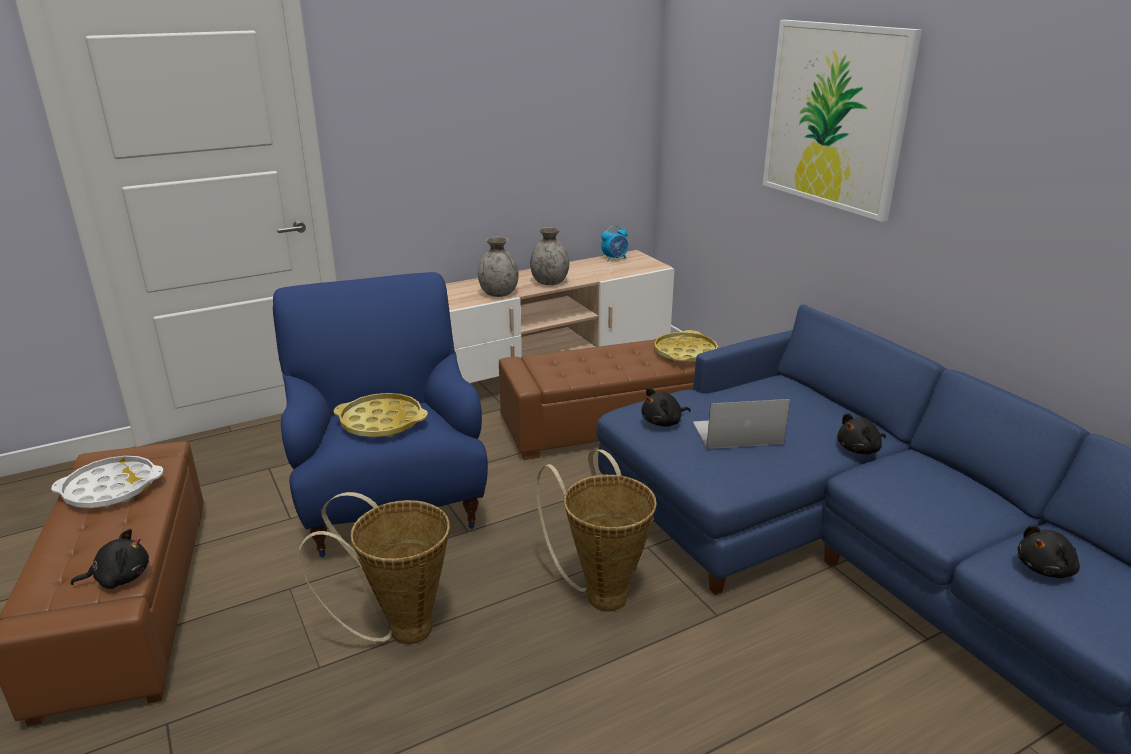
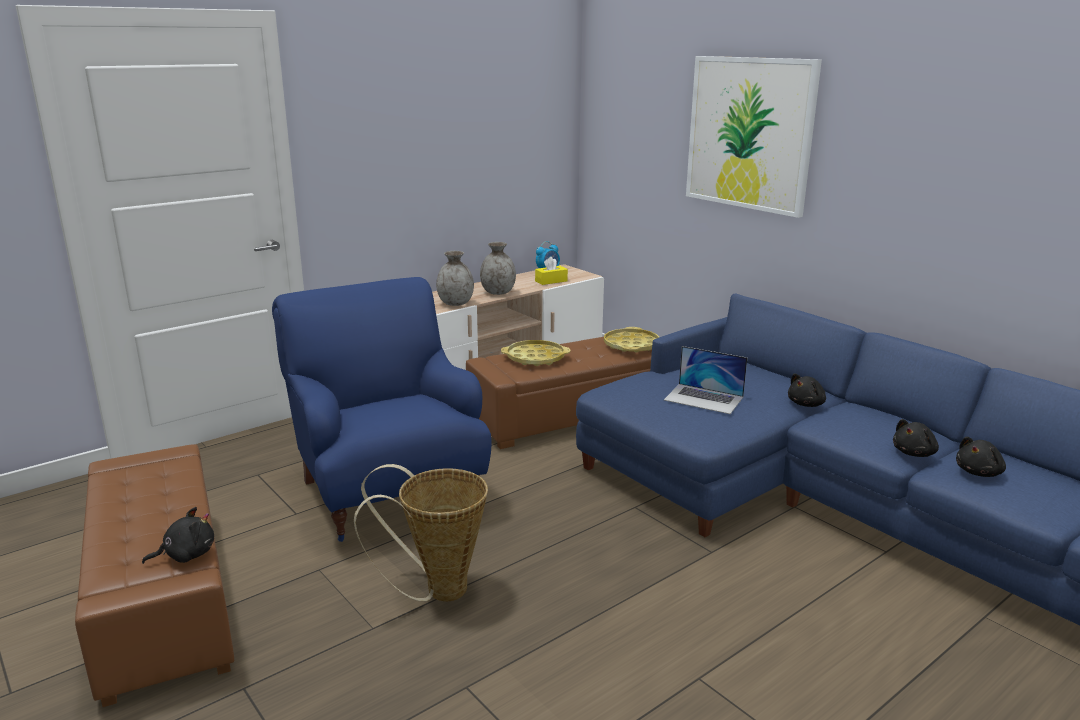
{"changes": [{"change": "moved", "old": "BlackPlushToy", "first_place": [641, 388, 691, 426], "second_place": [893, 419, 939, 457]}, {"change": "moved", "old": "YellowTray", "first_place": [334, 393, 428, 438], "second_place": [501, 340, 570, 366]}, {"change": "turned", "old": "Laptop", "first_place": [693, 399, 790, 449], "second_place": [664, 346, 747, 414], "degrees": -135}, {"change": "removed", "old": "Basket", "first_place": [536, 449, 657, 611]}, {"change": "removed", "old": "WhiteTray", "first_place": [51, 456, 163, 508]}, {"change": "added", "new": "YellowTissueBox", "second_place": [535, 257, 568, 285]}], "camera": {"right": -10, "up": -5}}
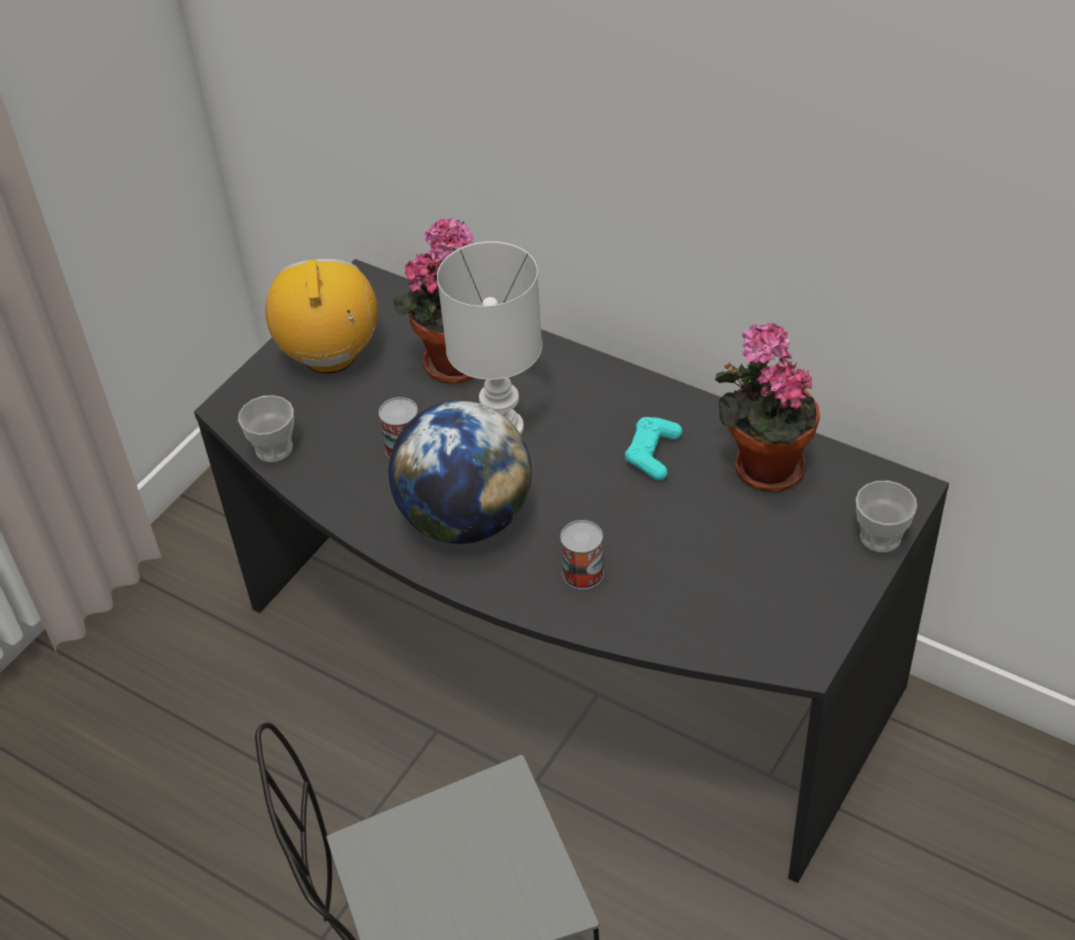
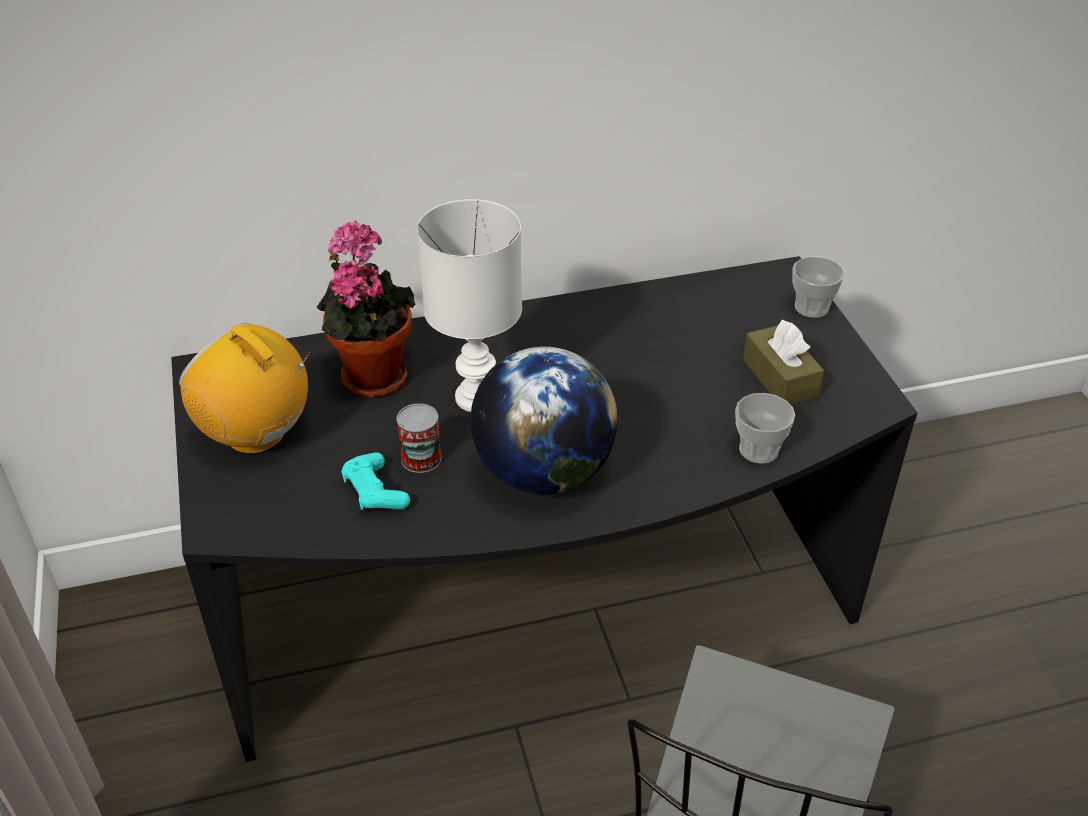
{"changes": [{"change": "removed", "old": "PottedPlant", "first_place": [715, 323, 820, 492]}, {"change": "moved", "old": "Cup", "first_place": [238, 395, 294, 462], "second_place": [735, 393, 795, 463]}, {"change": "moved", "old": "TurquoiseGameController", "first_place": [625, 417, 682, 480], "second_place": [342, 452, 410, 510]}, {"change": "removed", "old": "Can", "first_place": [560, 520, 604, 590]}, {"change": "added", "new": "BrownTissueBox", "second_place": [743, 320, 824, 405]}], "camera": {"right": -50, "up": -5}}
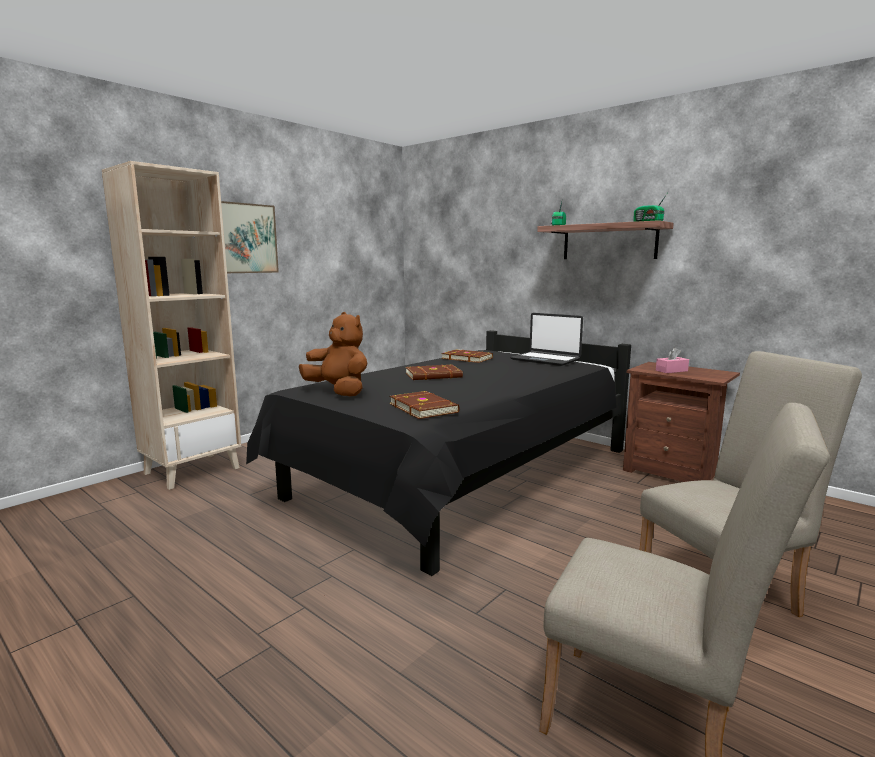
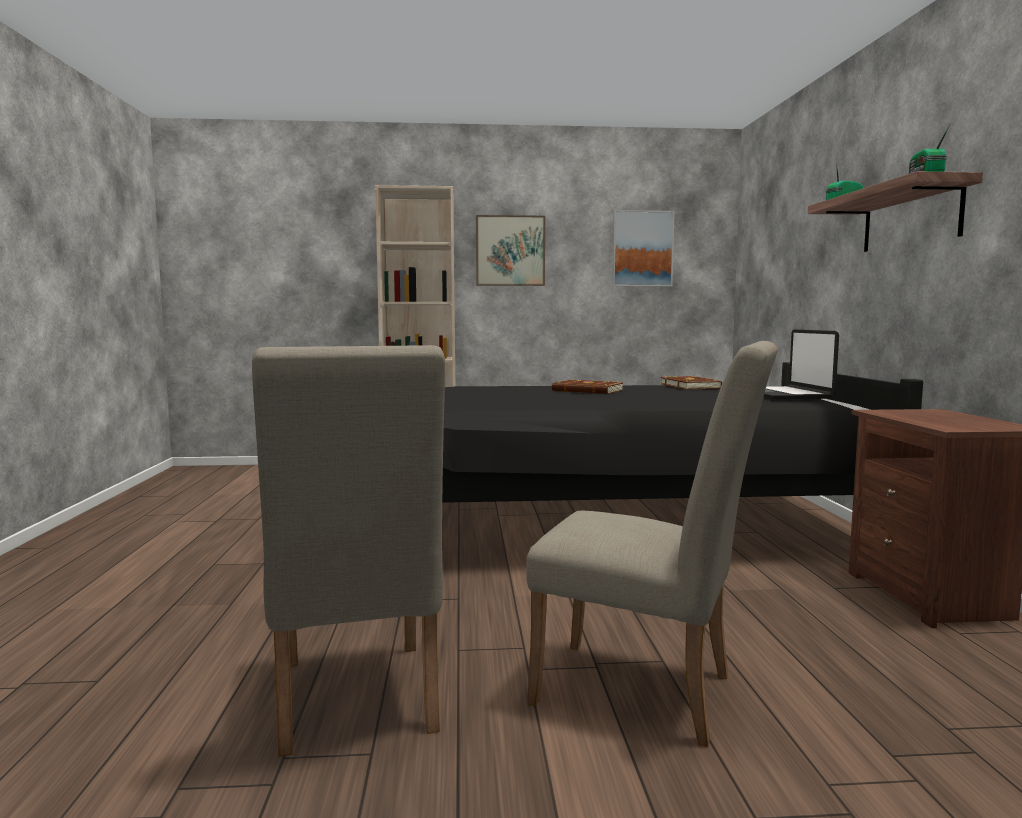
{"changes": [{"change": "removed", "old": "BrownPlushToy", "first_place": [299, 312, 367, 396]}, {"change": "removed", "old": "PinkTissueBox", "first_place": [656, 348, 689, 373]}, {"change": "removed", "old": "BrownBook", "first_place": [389, 391, 460, 419]}, {"change": "added", "new": "Picture", "second_place": [612, 210, 675, 286]}], "camera": {"right": 45, "up": -5}}
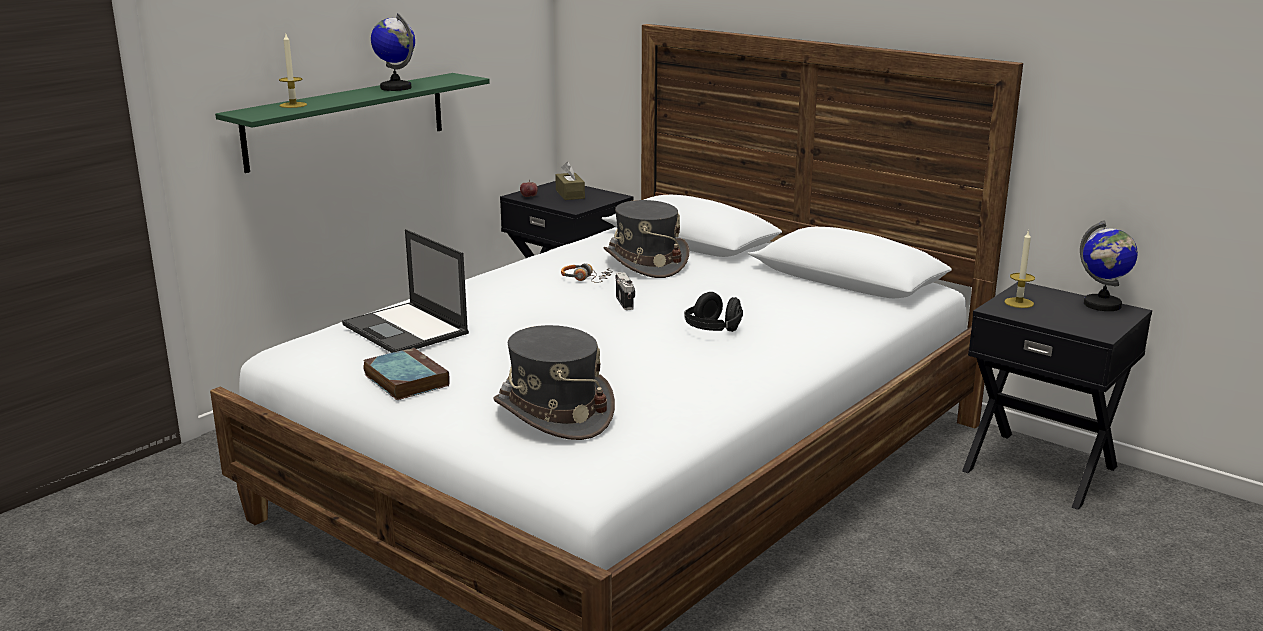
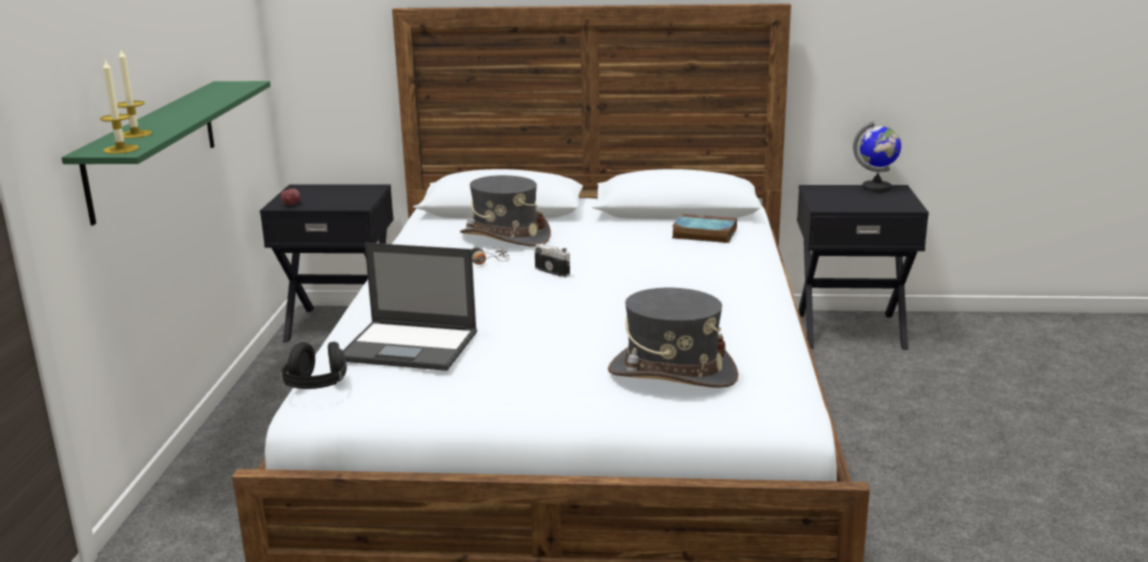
{"changes": [{"change": "removed", "old": "Globe", "first_place": [371, 13, 415, 91]}, {"change": "removed", "old": "BrownTissueBox", "first_place": [555, 162, 585, 200]}, {"change": "moved", "old": "Candle", "first_place": [1005, 230, 1035, 308], "second_place": [100, 59, 139, 154]}, {"change": "moved", "old": "BlackHeadphones", "first_place": [684, 292, 743, 332], "second_place": [281, 342, 347, 389]}, {"change": "moved", "old": "Book", "first_place": [363, 347, 449, 400], "second_place": [672, 214, 737, 243]}], "camera": {"right": -35, "up": 0}}
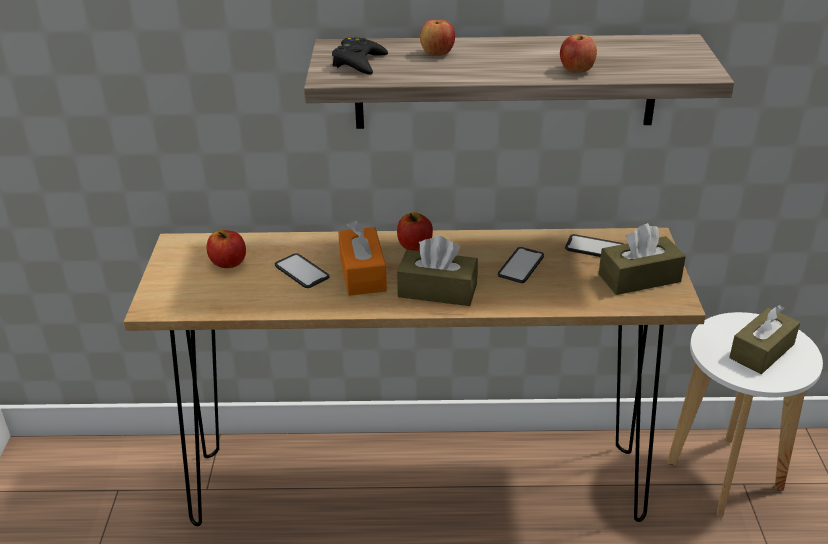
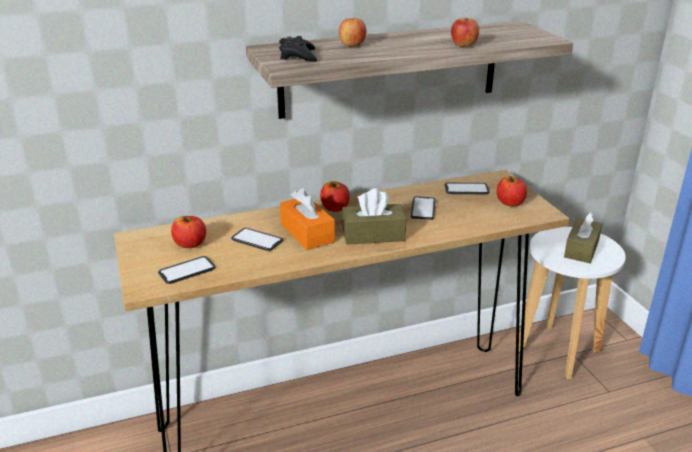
{"changes": [{"change": "replaced", "old": "BrownTissueBox", "new": "Apple", "first_place": [599, 223, 686, 295], "second_place": [497, 176, 527, 207]}, {"change": "added", "new": "Phone", "second_place": [158, 256, 216, 284]}], "camera": {"right": -20, "up": -5}}
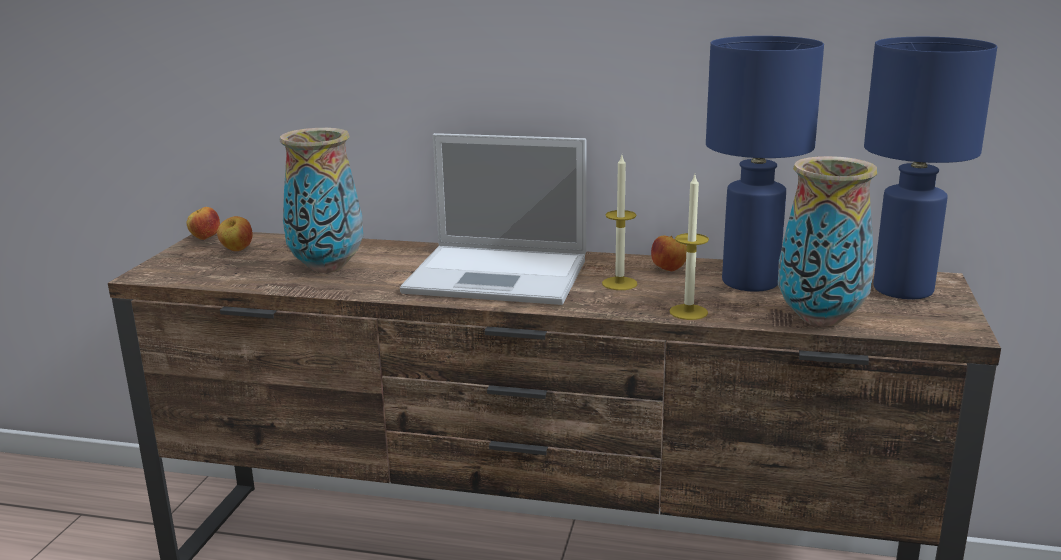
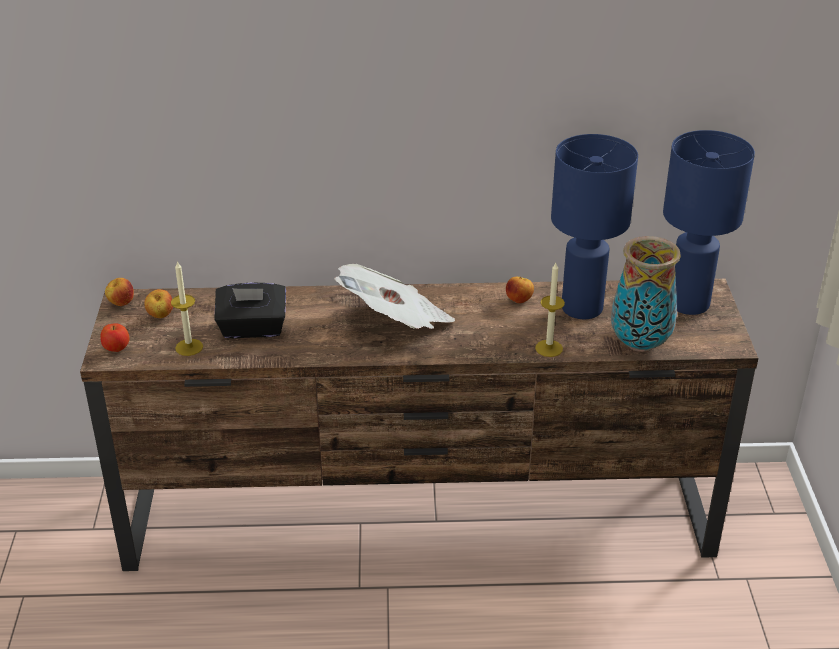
{"changes": [{"change": "replaced", "old": "Vase", "new": "BlackTissueBox", "first_place": [280, 128, 363, 273], "second_place": [214, 283, 286, 338]}, {"change": "replaced", "old": "Laptop", "new": "Newspaper", "first_place": [400, 133, 587, 305], "second_place": [334, 264, 455, 329]}, {"change": "moved", "old": "Candle", "first_place": [602, 155, 638, 290], "second_place": [171, 260, 203, 356]}, {"change": "added", "new": "Apple", "second_place": [100, 323, 130, 352]}], "camera": {"right": -15, "up": 15}}
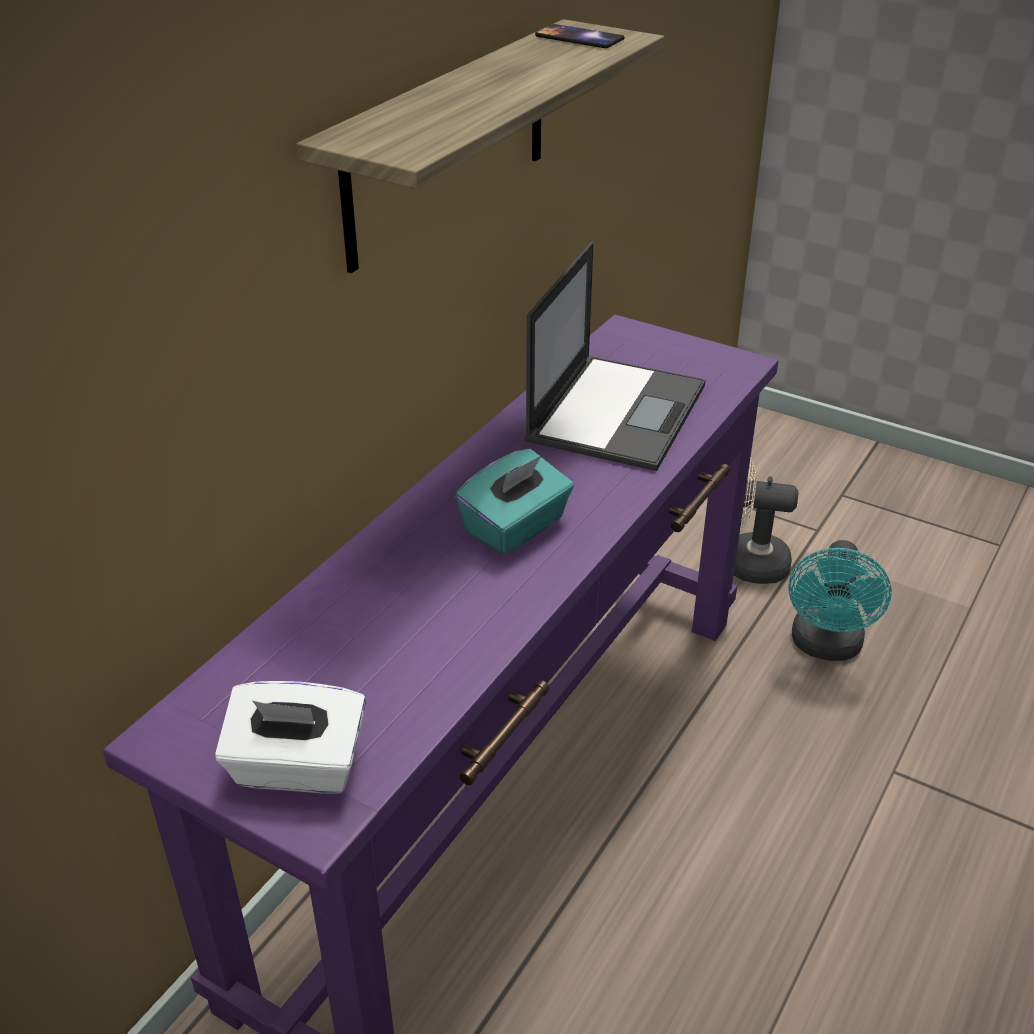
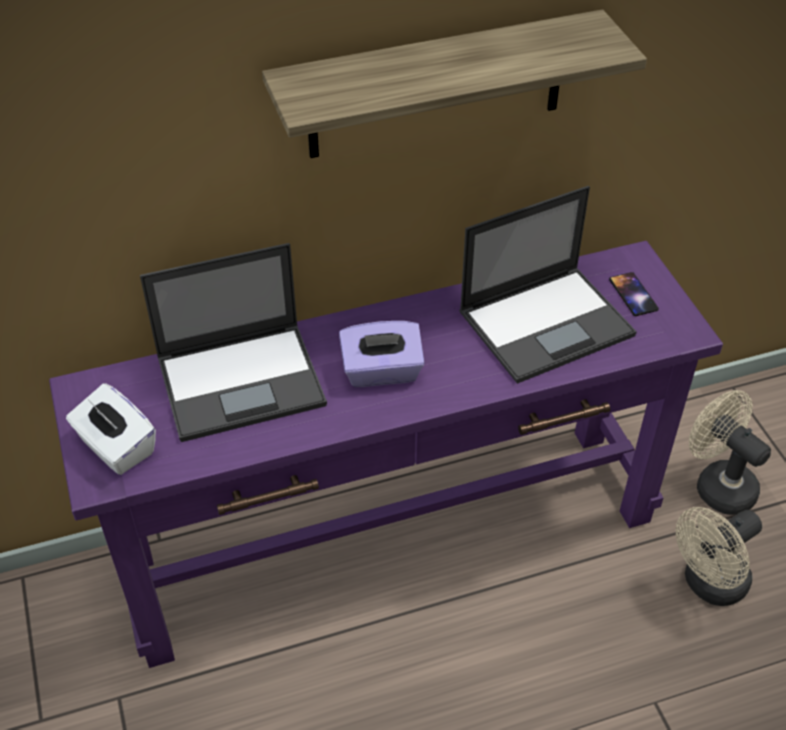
{"changes": [{"change": "moved", "old": "Phone", "first_place": [535, 24, 625, 48], "second_place": [609, 272, 659, 316]}, {"change": "recoloured", "old": "TurquoiseTissueBox", "new": "PurpleTissueBox", "first_place": [455, 449, 574, 555], "second_place": [339, 321, 425, 387]}, {"change": "recoloured", "old": "TurquoiseFan", "new": "BeigeFan", "first_place": [788, 540, 892, 661], "second_place": [676, 507, 762, 606]}, {"change": "added", "new": "Laptop", "second_place": [140, 243, 327, 442]}], "camera": {"right": 40, "up": 10}}
